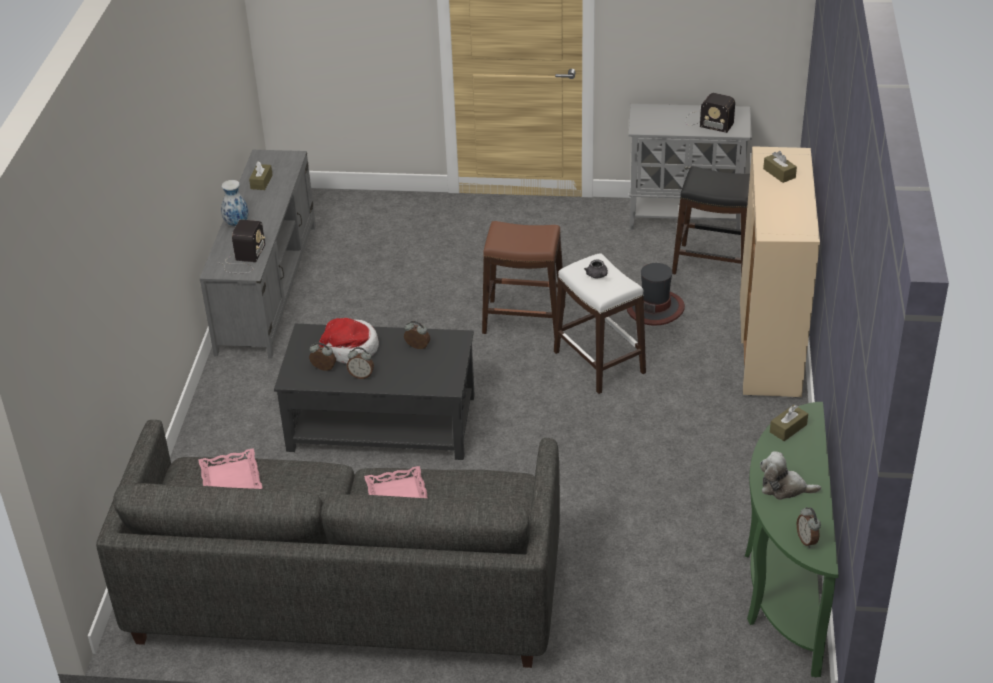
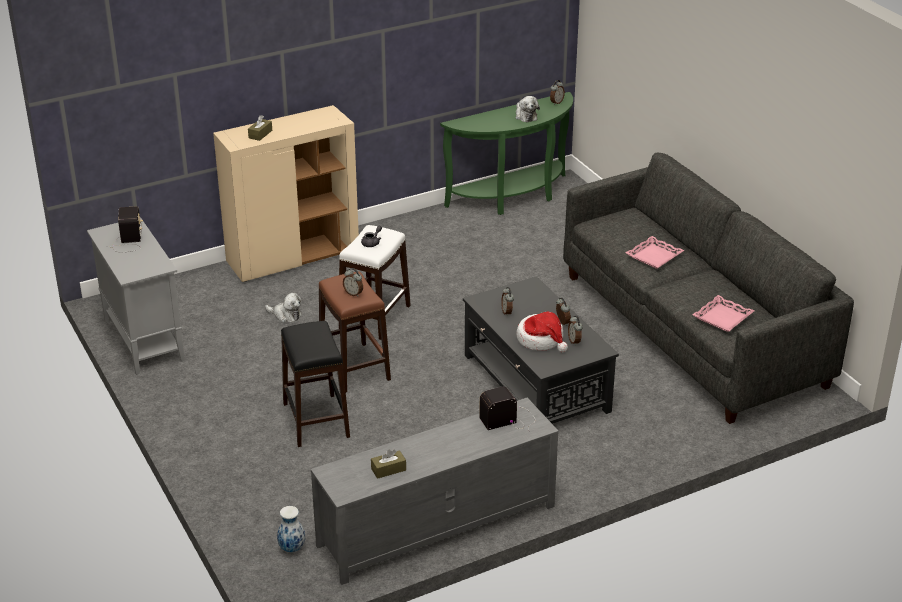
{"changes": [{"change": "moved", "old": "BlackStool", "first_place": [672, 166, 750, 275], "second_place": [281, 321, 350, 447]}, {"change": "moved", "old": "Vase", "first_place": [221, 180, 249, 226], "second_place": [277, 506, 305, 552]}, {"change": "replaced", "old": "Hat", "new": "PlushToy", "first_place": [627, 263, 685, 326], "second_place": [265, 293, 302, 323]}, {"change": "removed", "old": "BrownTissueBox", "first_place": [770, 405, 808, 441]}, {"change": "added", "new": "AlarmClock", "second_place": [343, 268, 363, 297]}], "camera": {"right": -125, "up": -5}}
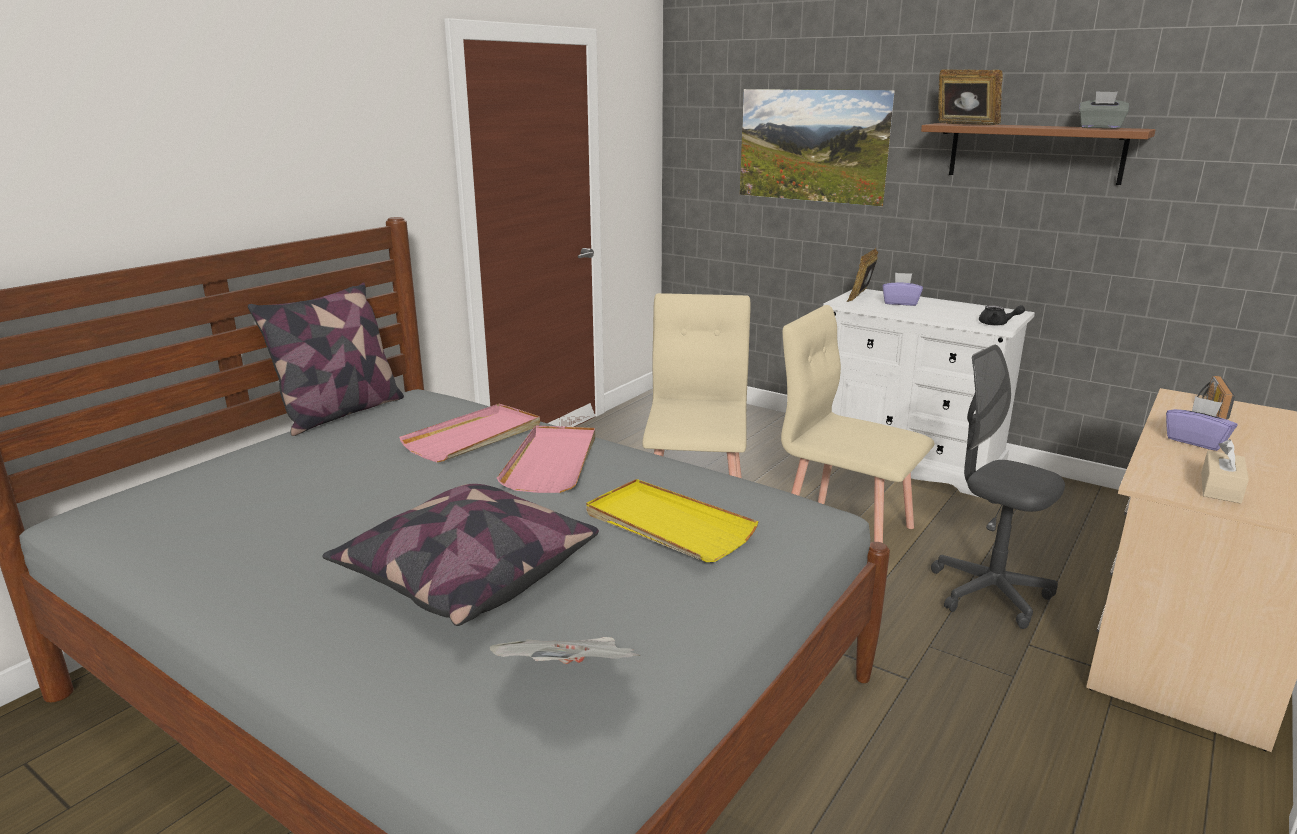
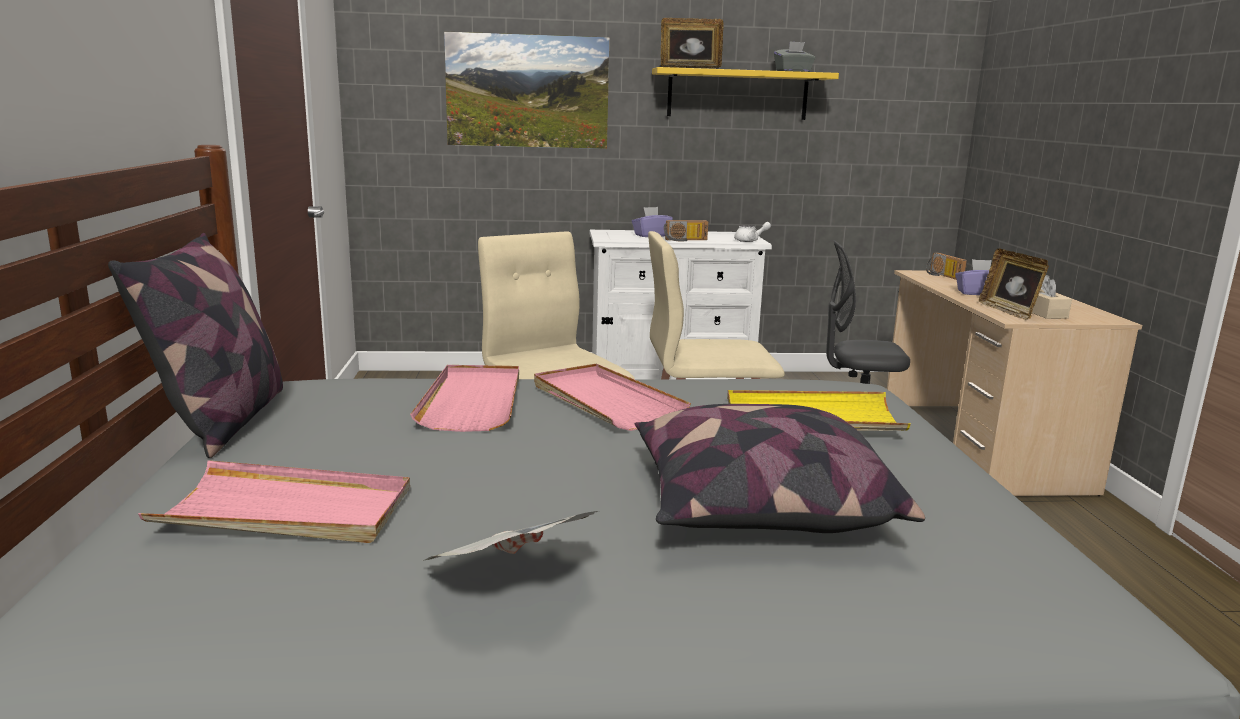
{"changes": [{"change": "recoloured", "old": "BrownShelf", "new": "YellowShelf", "first_place": [921, 123, 1156, 185], "second_place": [652, 67, 839, 120]}, {"change": "moved", "old": "PictureFrame", "first_place": [847, 247, 878, 302], "second_place": [979, 248, 1049, 320]}, {"change": "recoloured", "old": "BlackTeapot", "new": "WhiteTeapot", "first_place": [979, 305, 1025, 326], "second_place": [734, 222, 771, 242]}, {"change": "moved", "old": "Newspaper", "first_place": [489, 637, 640, 664], "second_place": [423, 511, 598, 561]}, {"change": "added", "new": "Radio", "second_place": [664, 220, 708, 241]}, {"change": "added", "new": "PinkTray", "second_place": [138, 460, 410, 543]}], "camera": {"right": -40, "up": -5}}
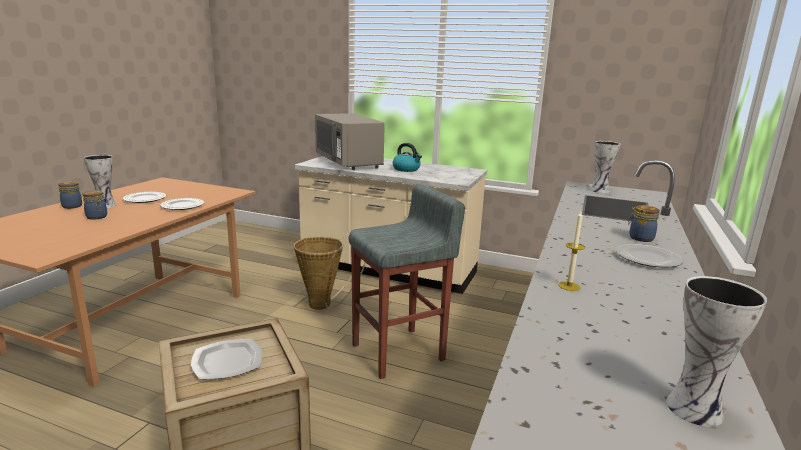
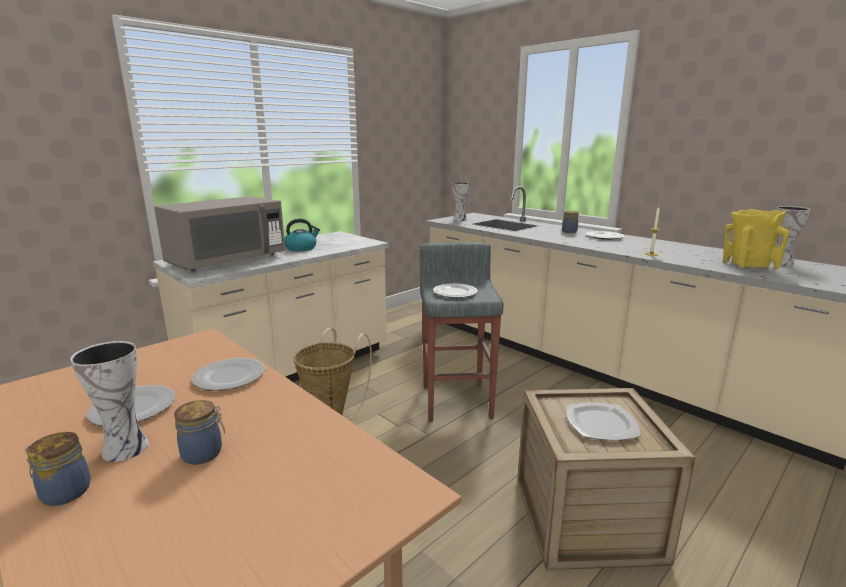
{"changes": [{"change": "turned", "old": "GreyMicrowave", "first_place": [315, 113, 385, 170], "second_place": [154, 196, 285, 272], "degrees": -45}, {"change": "added", "new": "YellowVase", "second_place": [723, 209, 789, 269]}, {"change": "added", "new": "Plate", "second_place": [433, 283, 478, 298]}], "camera": {"right": -65, "up": 0}}
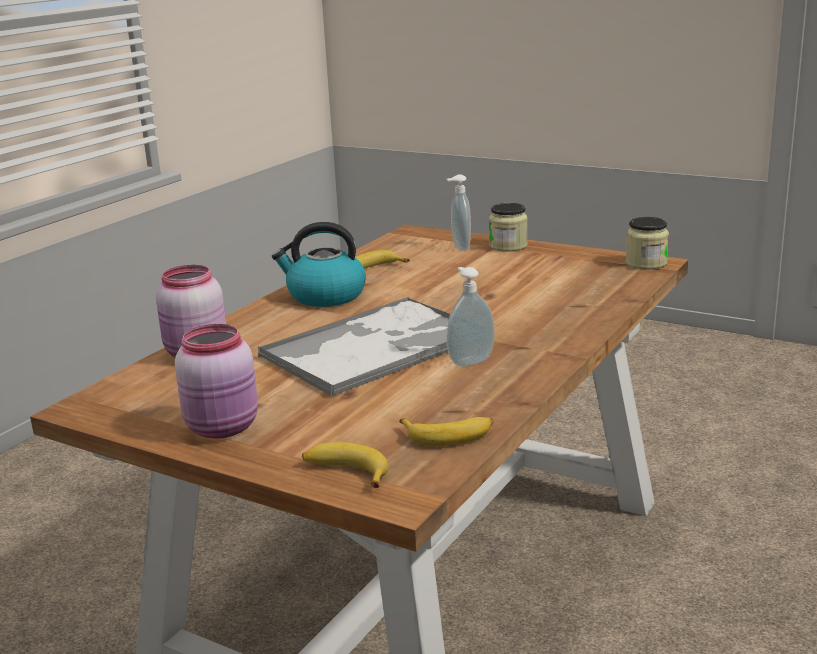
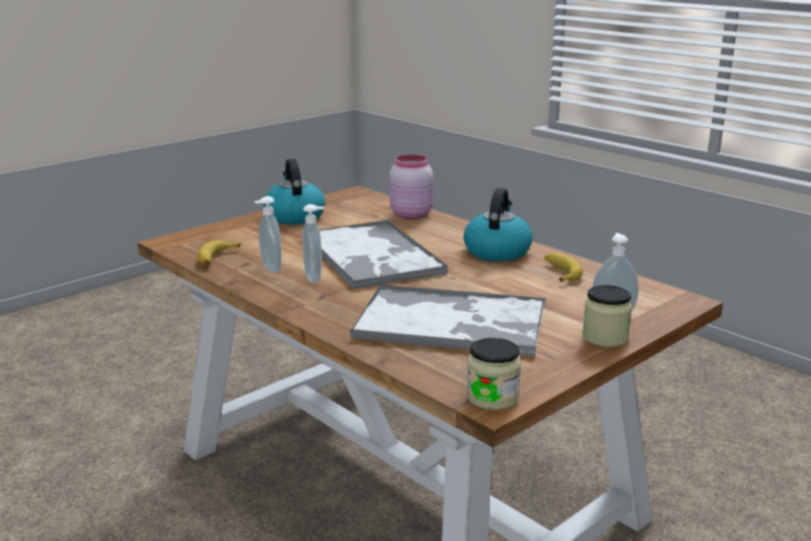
{"changes": [{"change": "replaced", "old": "PinkJar", "new": "Kettle", "first_place": [175, 324, 258, 439], "second_place": [264, 159, 325, 224]}, {"change": "removed", "old": "Banana", "first_place": [302, 442, 389, 488]}, {"change": "added", "new": "SoapDispenser", "second_place": [254, 196, 282, 272]}, {"change": "added", "new": "Tray", "second_place": [350, 284, 546, 357]}], "camera": {"right": 105, "up": 0}}
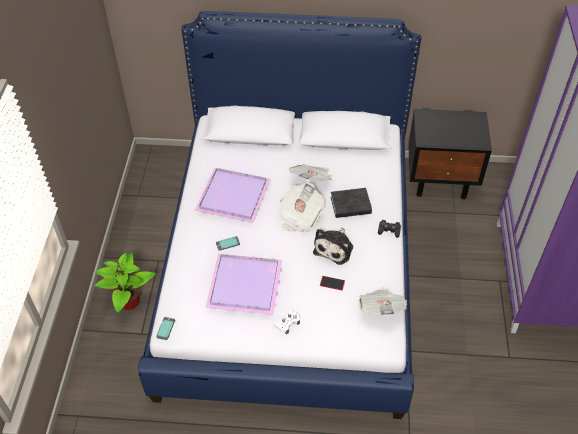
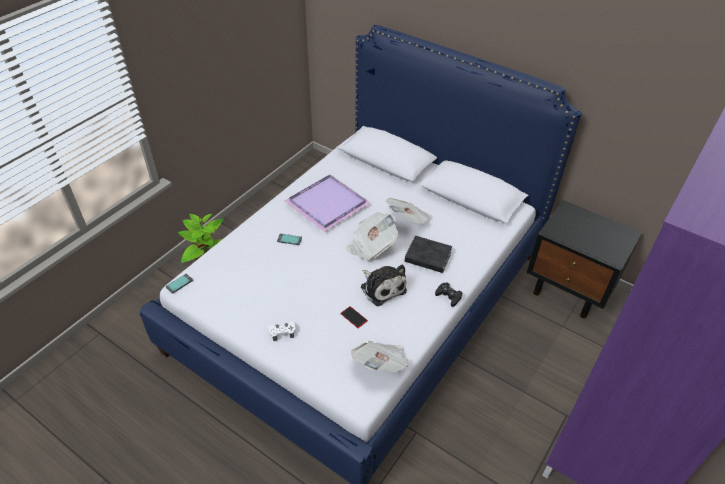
{"changes": [{"change": "turned", "old": "PlushToy", "first_place": [313, 228, 353, 265], "second_place": [361, 265, 407, 306], "degrees": -90}, {"change": "removed", "old": "PurpleTray", "first_place": [206, 254, 282, 315]}], "camera": {"right": 30, "up": -5}}
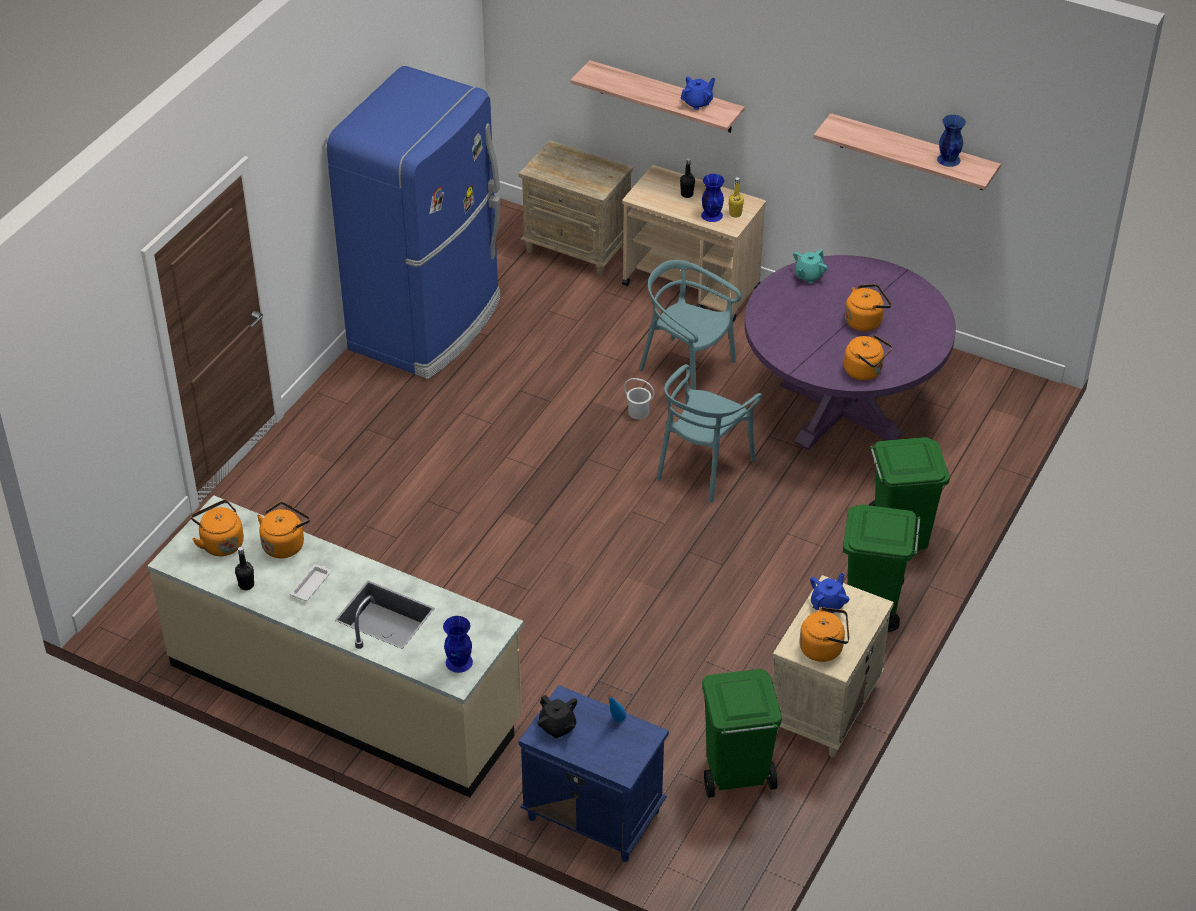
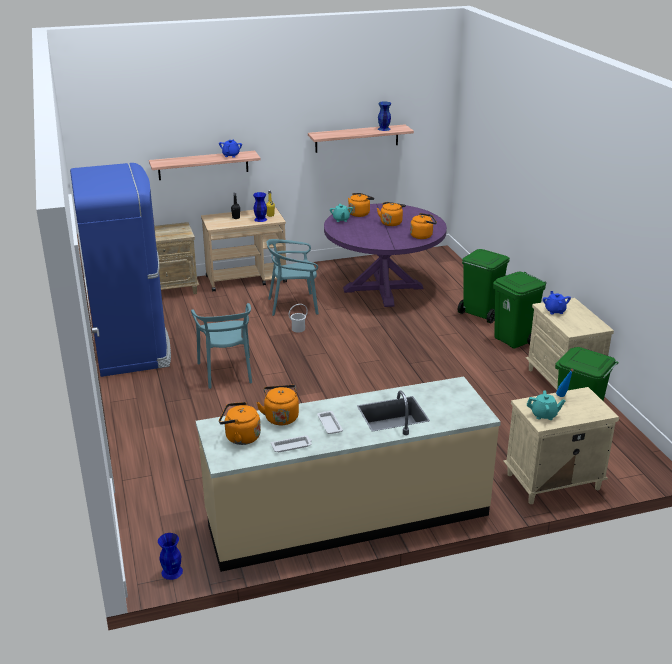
{"changes": [{"change": "moved", "old": "TurquoiseChair", "first_place": [657, 364, 762, 502], "second_place": [191, 303, 252, 389]}, {"change": "replaced", "old": "BlackBottle", "new": "WhiteTray", "first_place": [235, 547, 254, 590], "second_place": [271, 435, 312, 453]}, {"change": "moved", "old": "OrangeKettle", "first_place": [799, 607, 850, 662], "second_place": [348, 193, 374, 217]}, {"change": "moved", "old": "BlueVase", "first_place": [443, 616, 473, 673], "second_place": [158, 533, 183, 580]}, {"change": "recoloured", "old": "BlueNightstand", "new": "BeigeNightstand", "first_place": [519, 685, 669, 862], "second_place": [503, 387, 619, 504]}, {"change": "recoloured", "old": "BlackTeapot", "new": "TurquoiseTeapot", "first_place": [537, 695, 577, 738], "second_place": [527, 390, 565, 420]}], "camera": {"right": -45, "up": -15}}
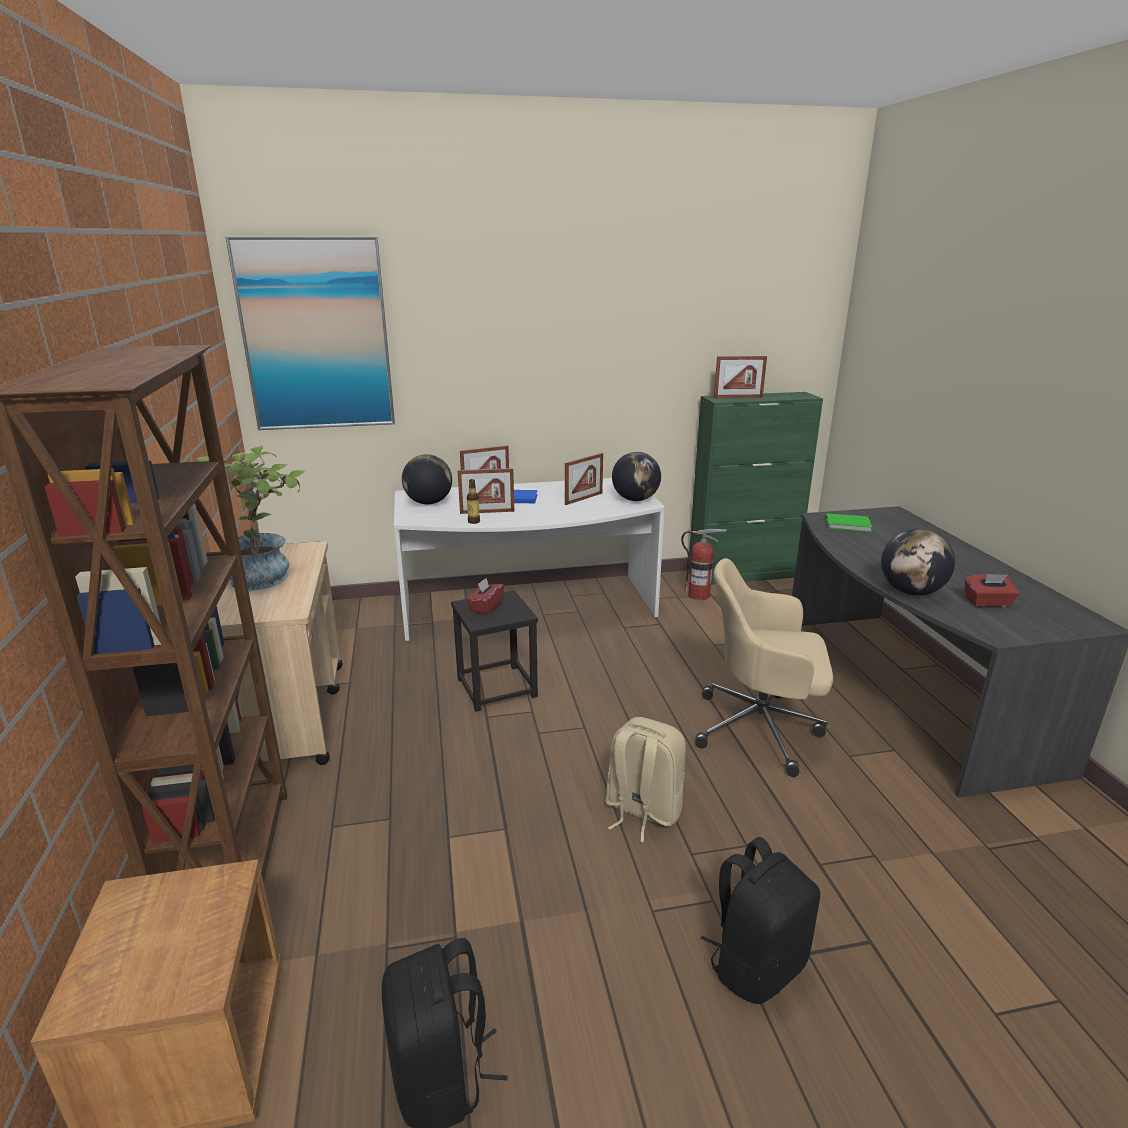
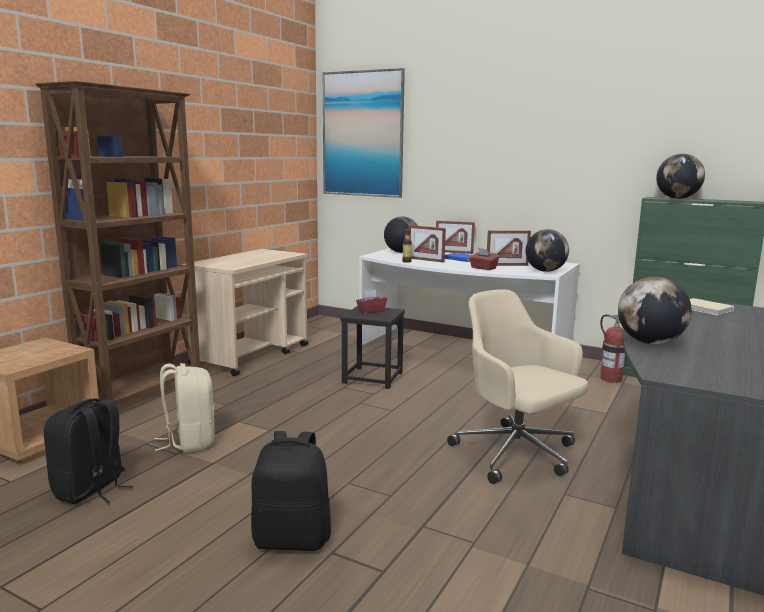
{"changes": [{"change": "replaced", "old": "PictureFrame", "new": "Globe", "first_place": [714, 356, 767, 398], "second_place": [656, 154, 705, 199]}, {"change": "removed", "old": "PottedPlant", "first_place": [196, 446, 305, 591]}, {"change": "recoloured", "old": "GreenBook", "new": "BeigeBook", "first_place": [826, 513, 872, 532], "second_place": [690, 298, 734, 316]}, {"change": "moved", "old": "RedTissueBox", "first_place": [965, 574, 1020, 607], "second_place": [469, 248, 499, 270]}, {"change": "moved", "old": "BeigeBackpack", "first_place": [605, 717, 686, 842], "second_place": [154, 363, 215, 453]}], "camera": {"right": 40, "up": -10}}
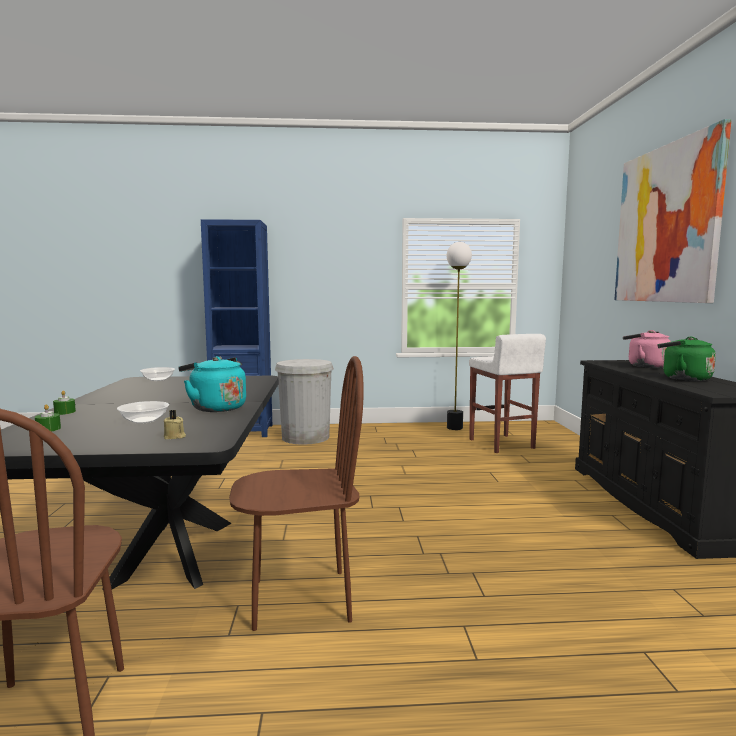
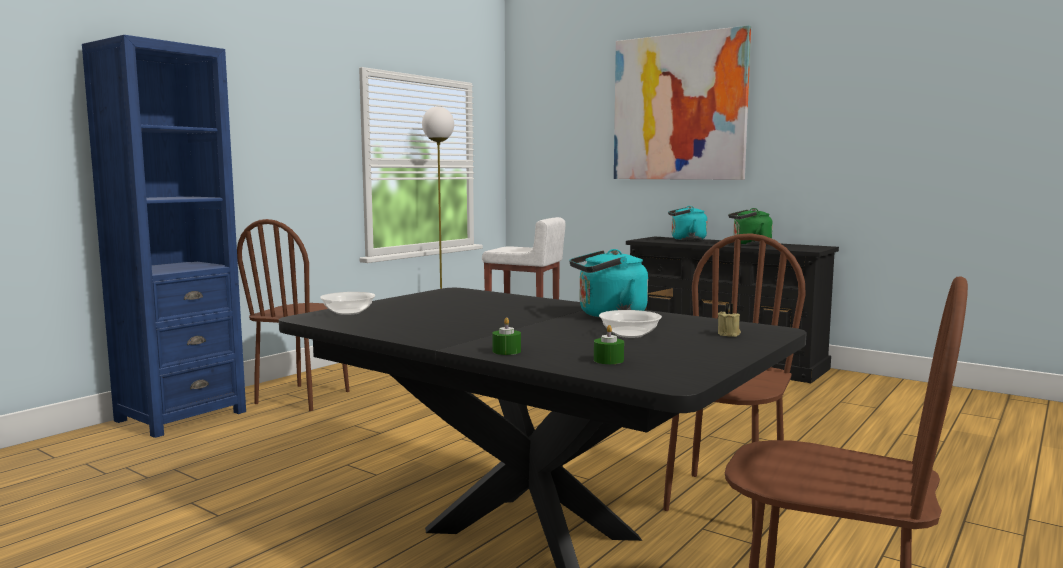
{"changes": [{"change": "recoloured", "old": "PinkKettle", "new": "TurquoiseKettle", "first_place": [623, 330, 671, 368], "second_place": [668, 206, 707, 241]}, {"change": "replaced", "old": "WhiteTrashCan", "new": "BrownChair", "first_place": [275, 359, 334, 445], "second_place": [237, 219, 350, 411]}], "camera": {"right": -50, "up": 0}}
